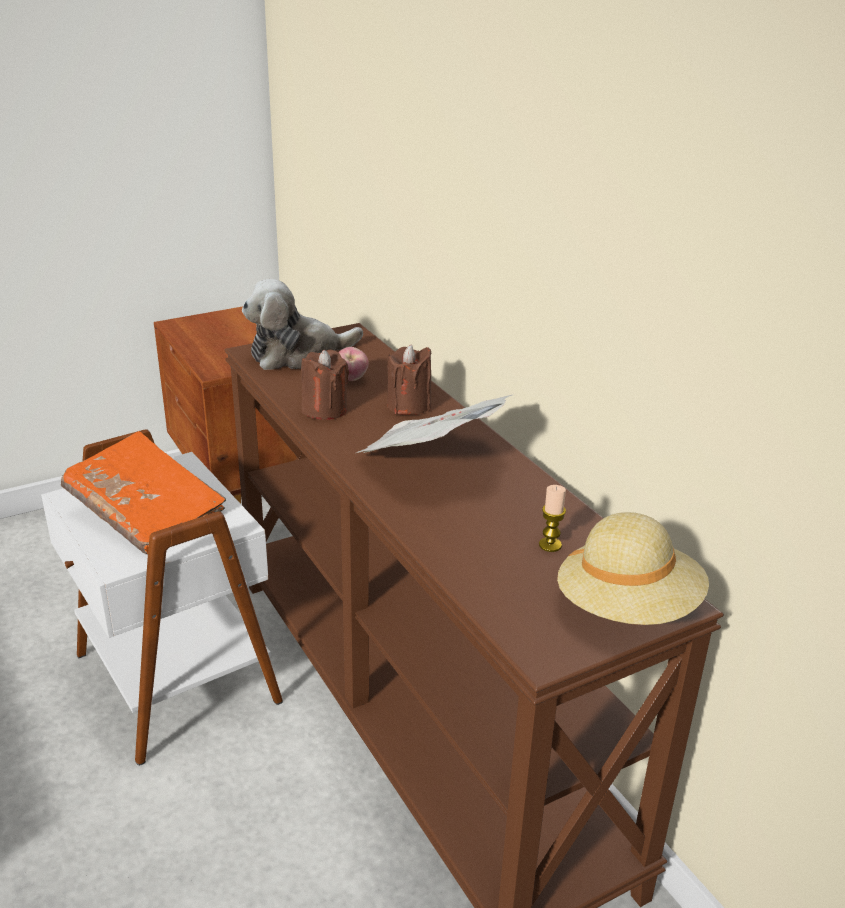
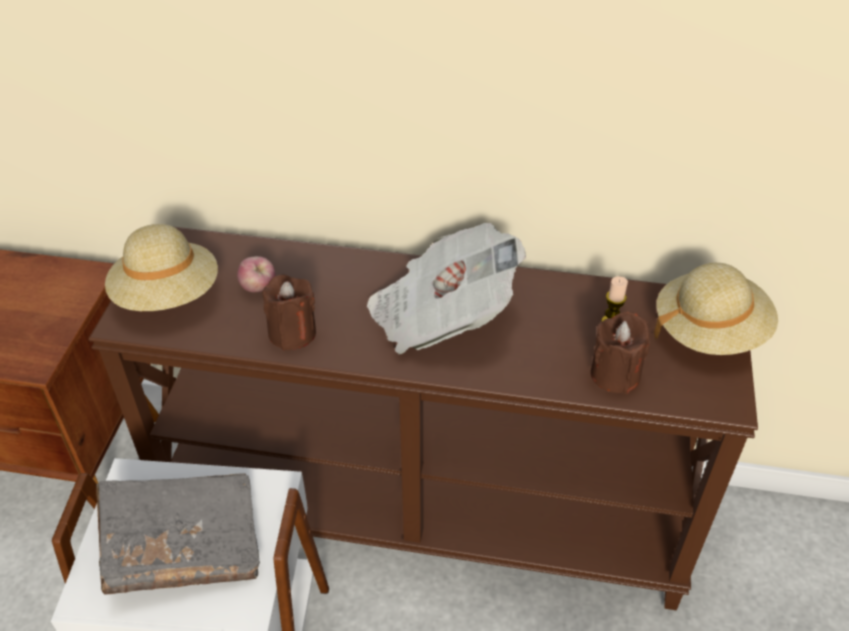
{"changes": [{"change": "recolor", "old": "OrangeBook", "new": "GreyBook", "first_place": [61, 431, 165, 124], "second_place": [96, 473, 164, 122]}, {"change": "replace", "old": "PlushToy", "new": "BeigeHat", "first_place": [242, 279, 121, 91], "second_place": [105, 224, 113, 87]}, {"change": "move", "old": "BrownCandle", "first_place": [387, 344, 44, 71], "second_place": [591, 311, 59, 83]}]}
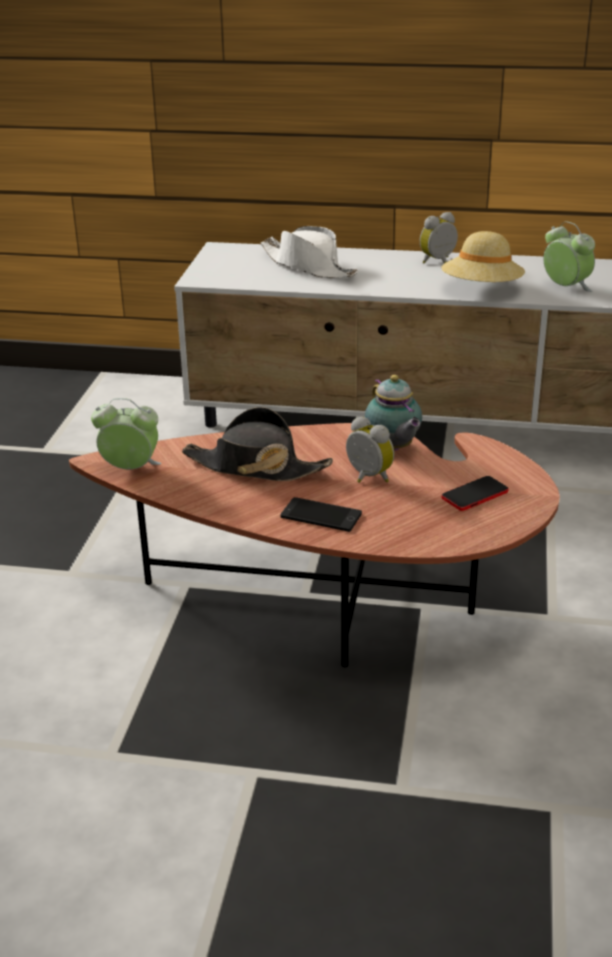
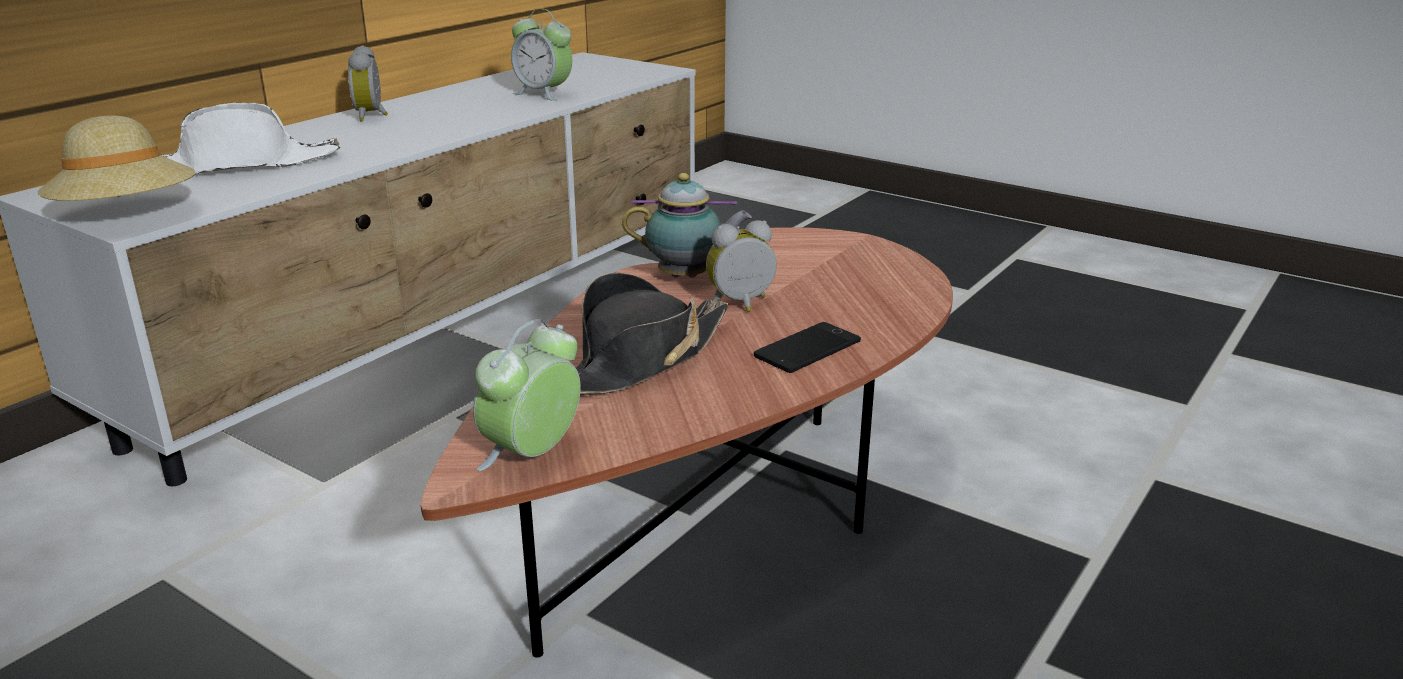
{"changes": [{"change": "move", "old": "BeigeHat", "first_place": [441, 231, 84, 51], "second_place": [38, 116, 157, 85]}, {"change": "rotate", "old": "AlarmClock", "first_place": [543, 221, 52, 71], "second_place": [511, 9, 61, 92], "degrees": -135}, {"change": "delete", "old": "Phone", "first_place": [442, 476, 67, 35]}]}
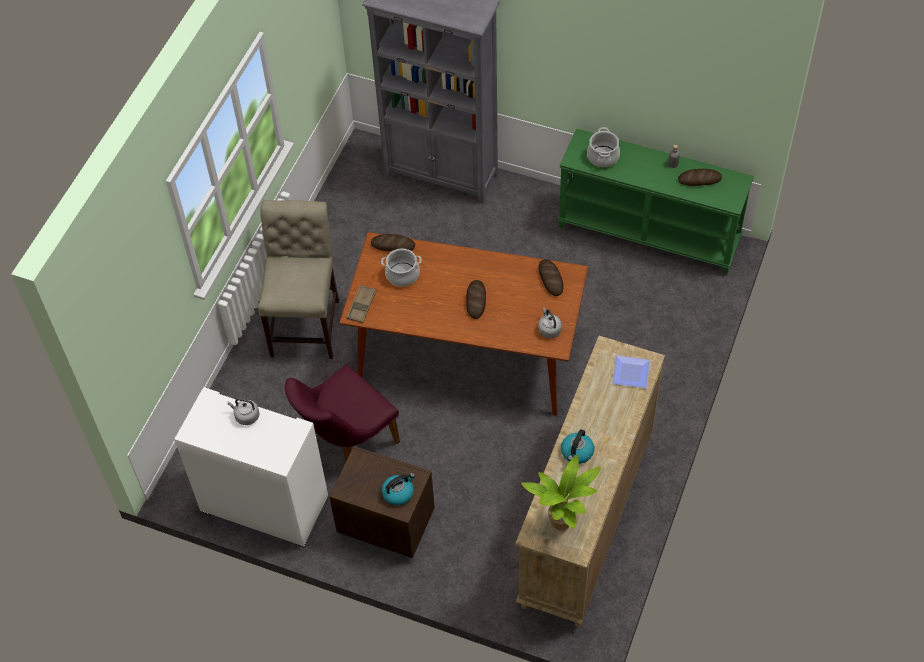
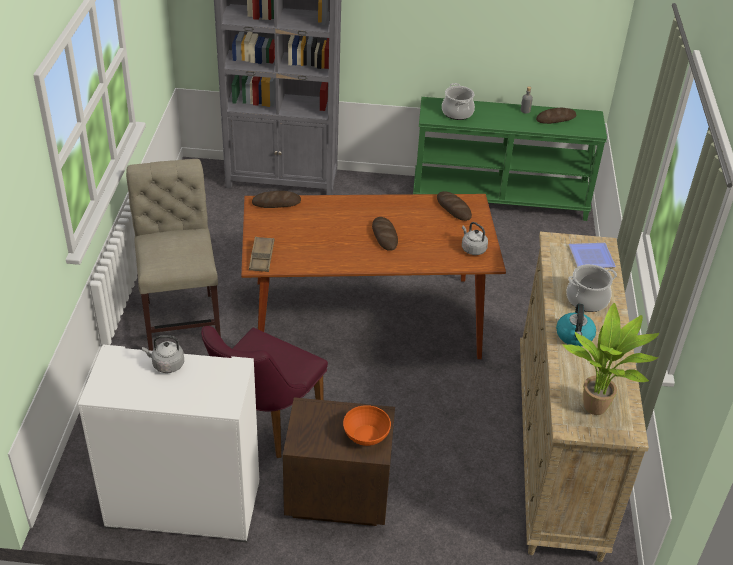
{"changes": [{"change": "replace", "old": "Kettle", "new": "OrangeBowl", "first_place": [382, 473, 33, 32], "second_place": [343, 405, 48, 41]}, {"change": "move", "old": "CookingPot", "first_place": [381, 248, 41, 39], "second_place": [566, 264, 51, 48]}]}
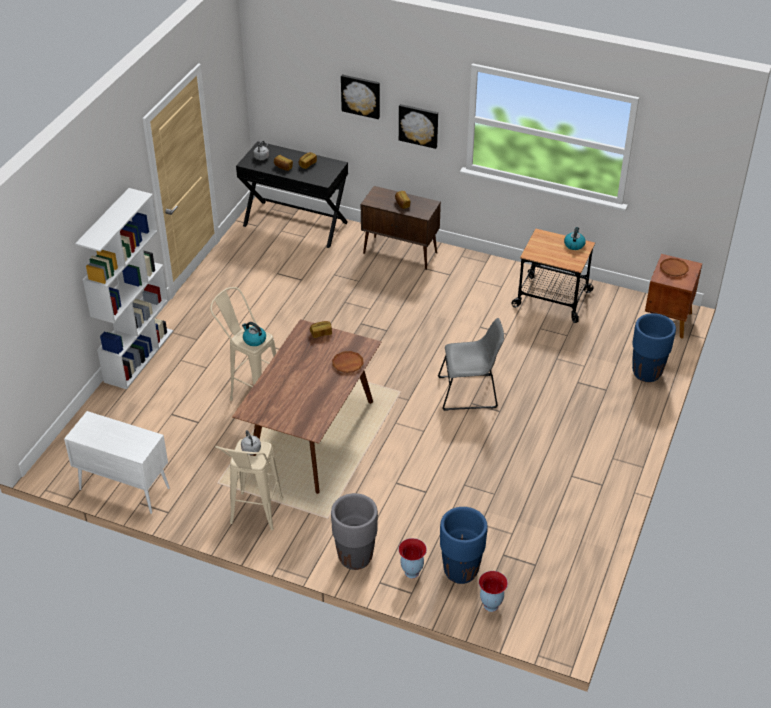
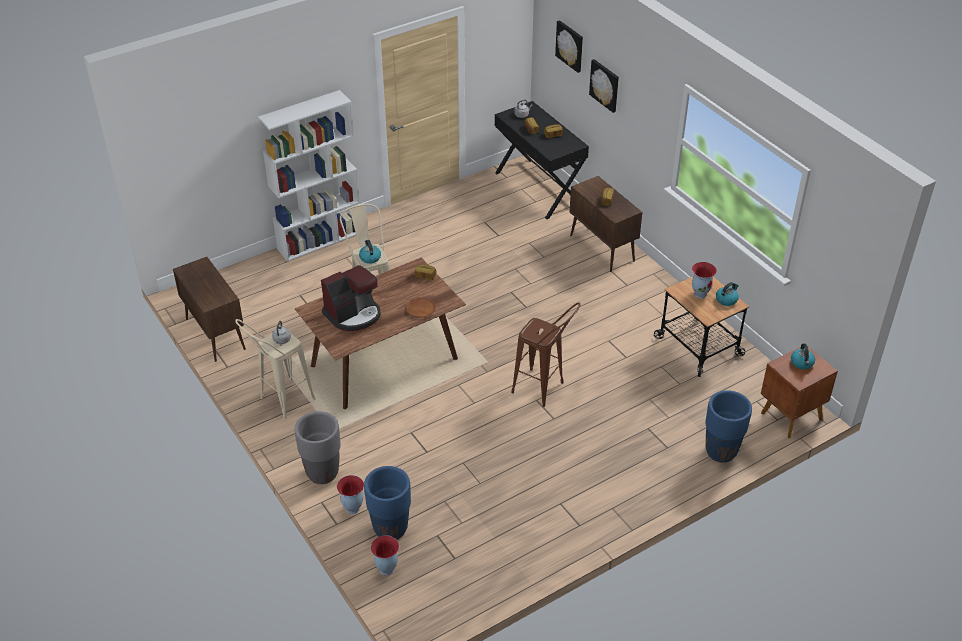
{"changes": [{"change": "recolor", "old": "WhiteCabinet", "new": "BrownCabinet", "first_place": [64, 411, 106, 103], "second_place": [173, 257, 73, 105]}, {"change": "insert", "new": "CoffeeMachine", "second_place": [321, 265, 60, 66]}, {"change": "replace", "old": "GreyChair", "new": "BrownStool", "first_place": [438, 318, 66, 93], "second_place": [511, 302, 69, 105]}, {"change": "move", "old": "Picture", "first_place": [399, 104, 39, 45], "second_place": [555, 20, 28, 53]}, {"change": "insert", "new": "Vase", "second_place": [692, 262, 25, 36]}, {"change": "replace", "old": "BrownPlate", "new": "Kettle", "first_place": [660, 258, 29, 18], "second_place": [791, 344, 24, 25]}]}
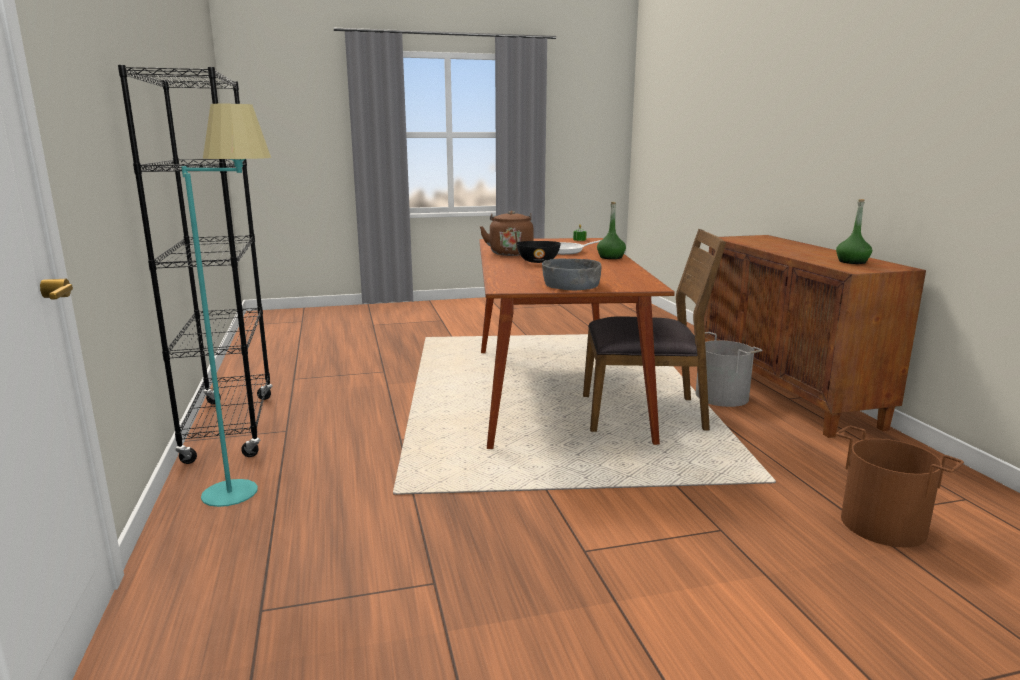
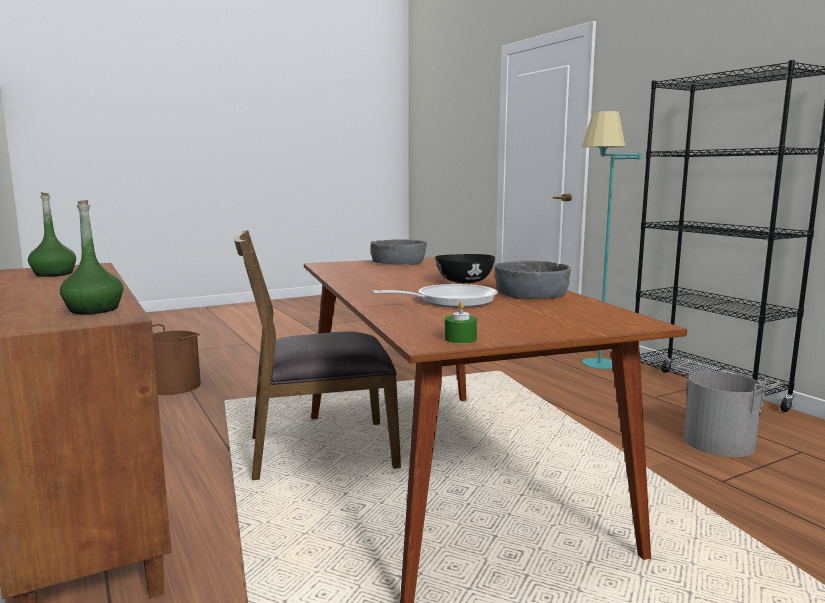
{"changes": [{"change": "move", "old": "GreenBottle", "first_place": [597, 202, 29, 57], "second_place": [60, 200, 64, 114]}, {"change": "replace", "old": "BrownKettle", "new": "GreyBowl", "first_place": [480, 211, 53, 45], "second_place": [495, 261, 75, 38]}, {"change": "move", "old": "GreyBucket", "first_place": [694, 332, 68, 75], "second_place": [677, 362, 103, 95]}]}
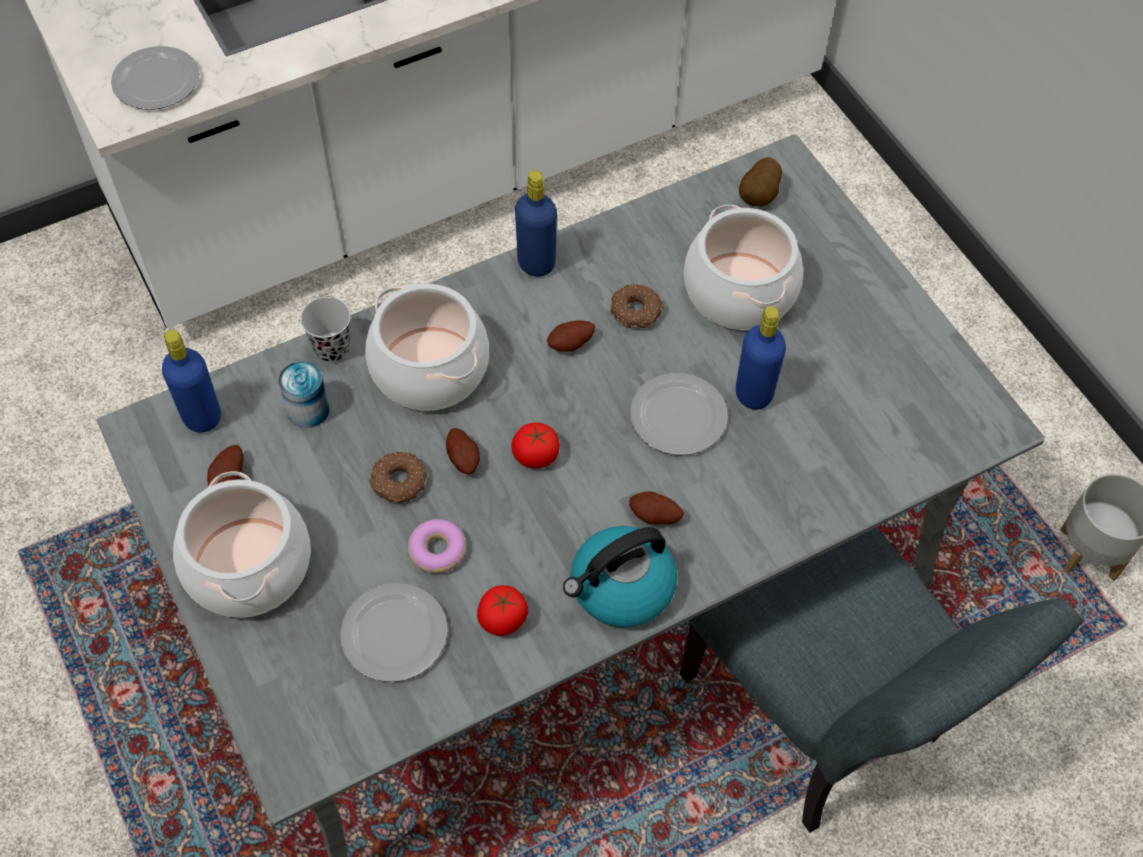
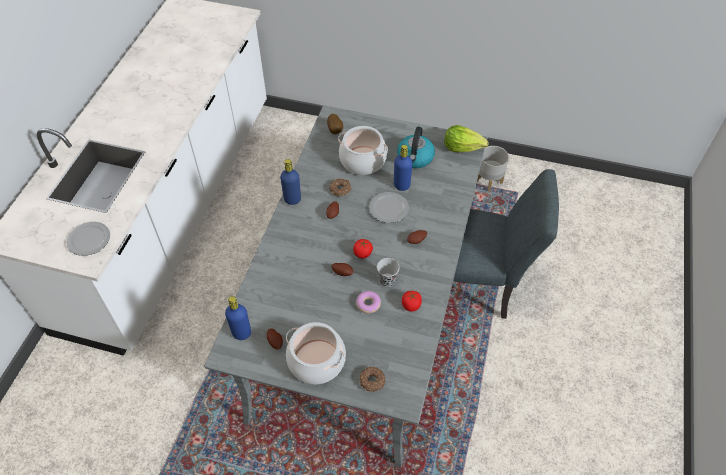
{"changes": [{"change": "move", "old": "Donut", "first_place": [369, 452, 58, 51], "second_place": [359, 367, 26, 25]}, {"change": "move", "old": "BlackCup", "first_place": [300, 297, 51, 66], "second_place": [377, 258, 22, 29]}, {"change": "move", "old": "Kettle", "first_place": [563, 526, 114, 102], "second_place": [397, 127, 38, 41]}, {"change": "insert", "new": "Lettuce", "second_place": [444, 125, 44, 27]}, {"change": "delete", "old": "Can", "first_place": [279, 361, 50, 67]}, {"change": "delete", "old": "Plate", "first_place": [340, 583, 108, 99]}, {"change": "delete", "old": "CookingPot", "first_place": [365, 284, 124, 127]}]}
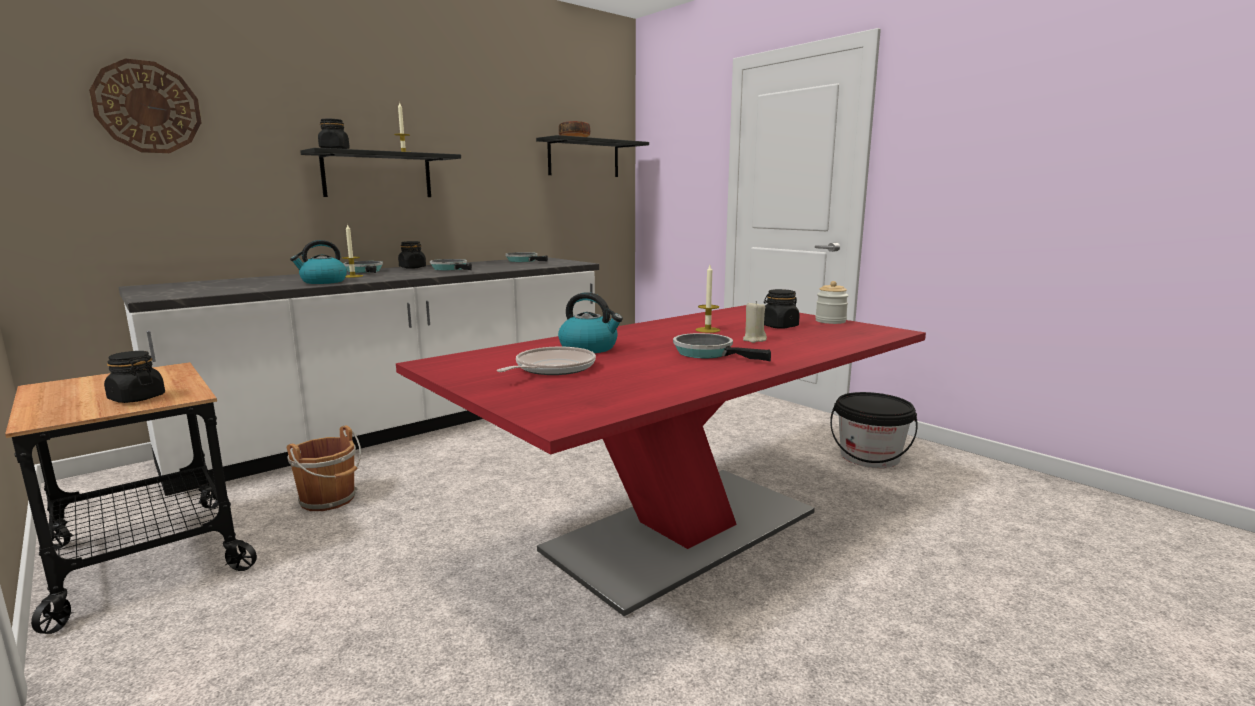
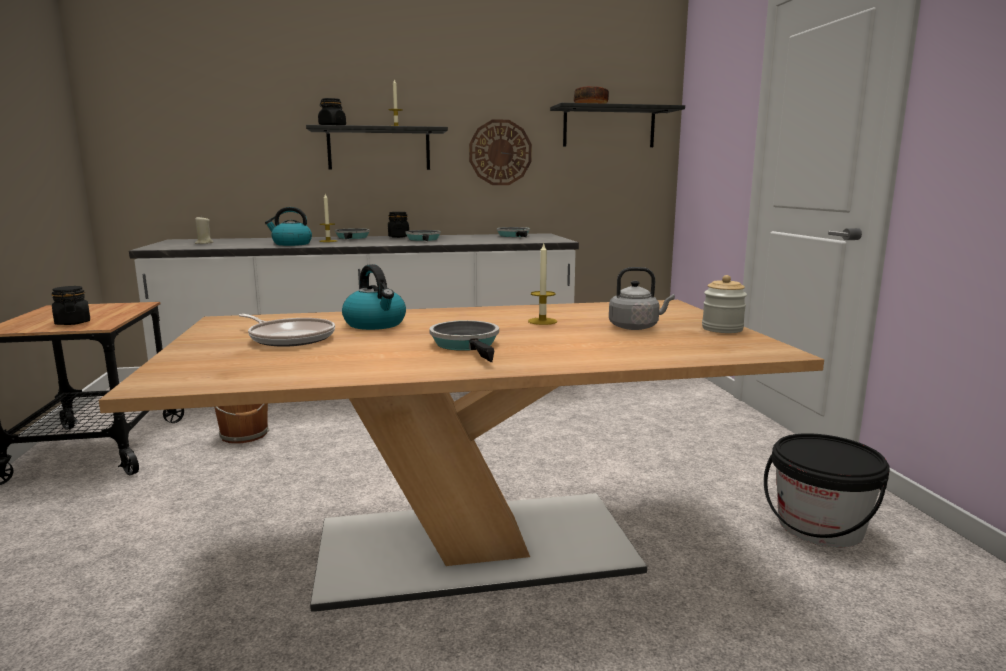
{"changes": [{"change": "recolor", "old": "RedDiningTable", "new": "BeigeDiningTable", "first_place": [396, 305, 530, 311], "second_place": [99, 300, 725, 312]}, {"change": "move", "old": "BeigeCandle", "first_place": [743, 301, 24, 42], "second_place": [195, 216, 18, 28]}, {"change": "rotate", "old": "FryingPan", "first_place": [497, 347, 99, 28], "second_place": [239, 314, 96, 33], "degrees": 60}, {"change": "move", "old": "WallClock", "first_place": [89, 58, 113, 95], "second_place": [469, 119, 63, 66]}, {"change": "replace", "old": "BlackJar", "new": "GreyKettle", "first_place": [764, 289, 36, 40], "second_place": [609, 267, 66, 63]}]}
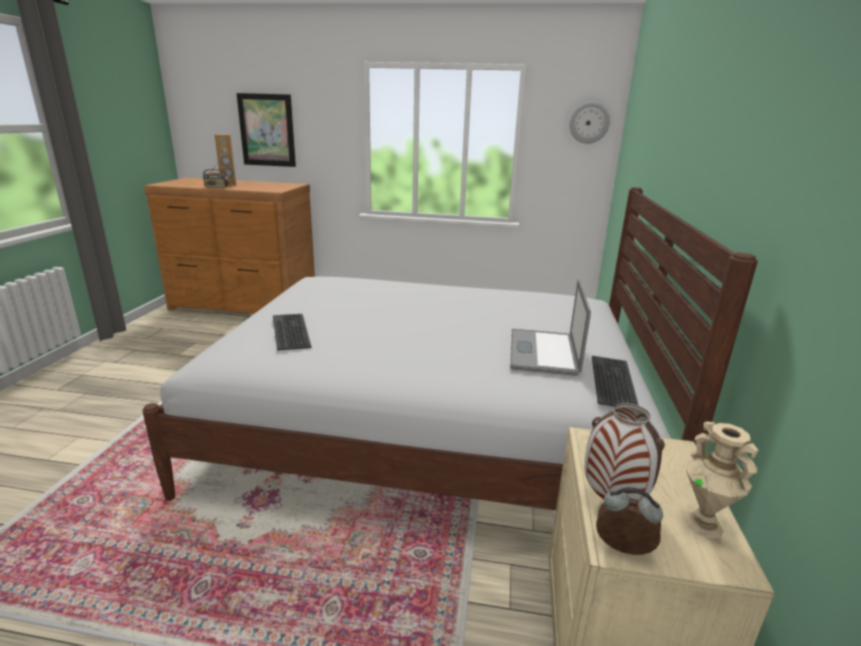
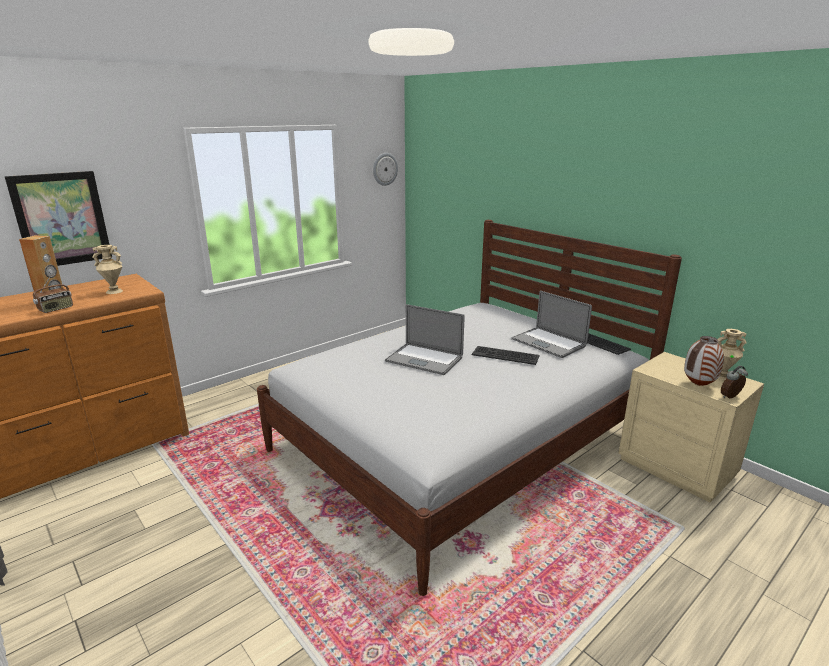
{"changes": [{"change": "insert", "new": "BeigeVase", "second_place": [92, 245, 31, 49]}, {"change": "insert", "new": "Laptop", "second_place": [385, 304, 80, 71]}, {"change": "move", "old": "Keyboard", "first_place": [273, 314, 39, 37], "second_place": [472, 346, 68, 19]}]}
